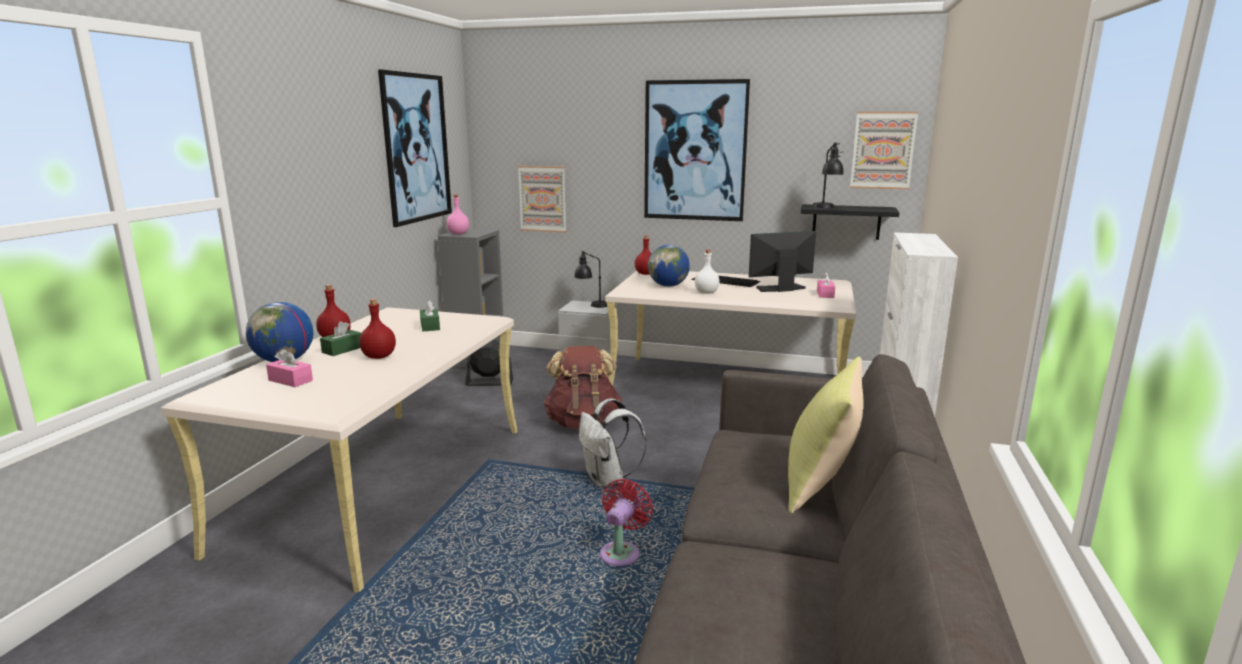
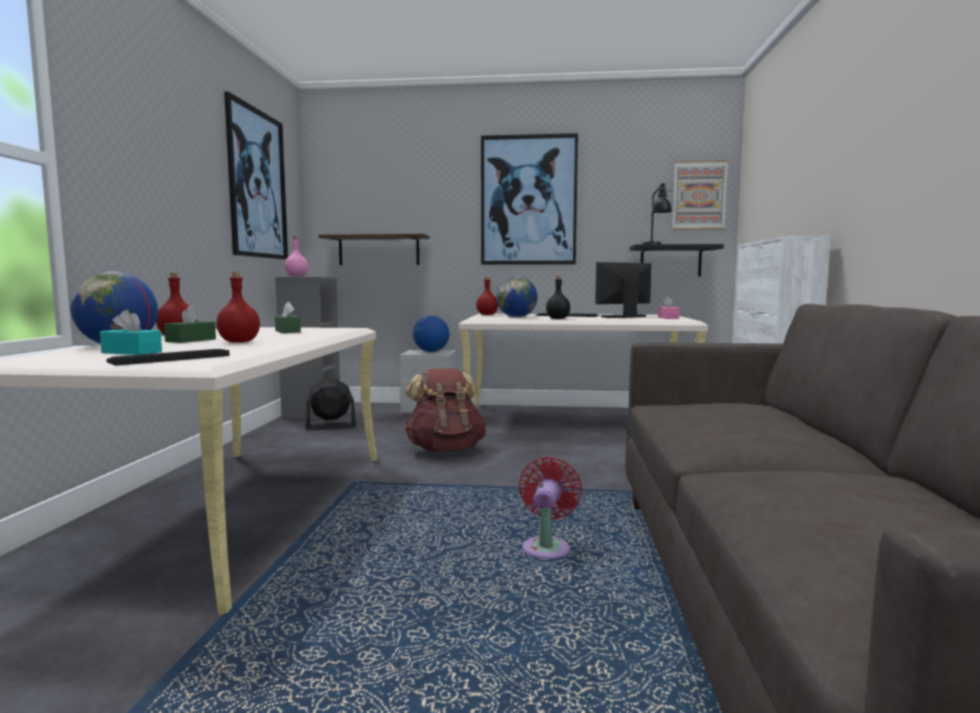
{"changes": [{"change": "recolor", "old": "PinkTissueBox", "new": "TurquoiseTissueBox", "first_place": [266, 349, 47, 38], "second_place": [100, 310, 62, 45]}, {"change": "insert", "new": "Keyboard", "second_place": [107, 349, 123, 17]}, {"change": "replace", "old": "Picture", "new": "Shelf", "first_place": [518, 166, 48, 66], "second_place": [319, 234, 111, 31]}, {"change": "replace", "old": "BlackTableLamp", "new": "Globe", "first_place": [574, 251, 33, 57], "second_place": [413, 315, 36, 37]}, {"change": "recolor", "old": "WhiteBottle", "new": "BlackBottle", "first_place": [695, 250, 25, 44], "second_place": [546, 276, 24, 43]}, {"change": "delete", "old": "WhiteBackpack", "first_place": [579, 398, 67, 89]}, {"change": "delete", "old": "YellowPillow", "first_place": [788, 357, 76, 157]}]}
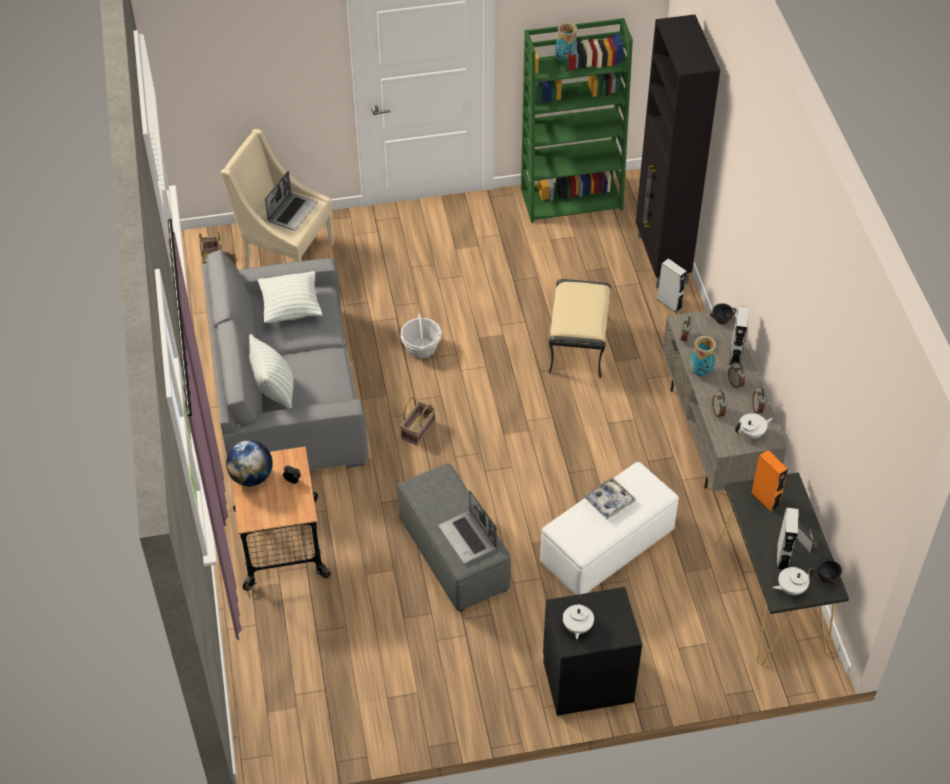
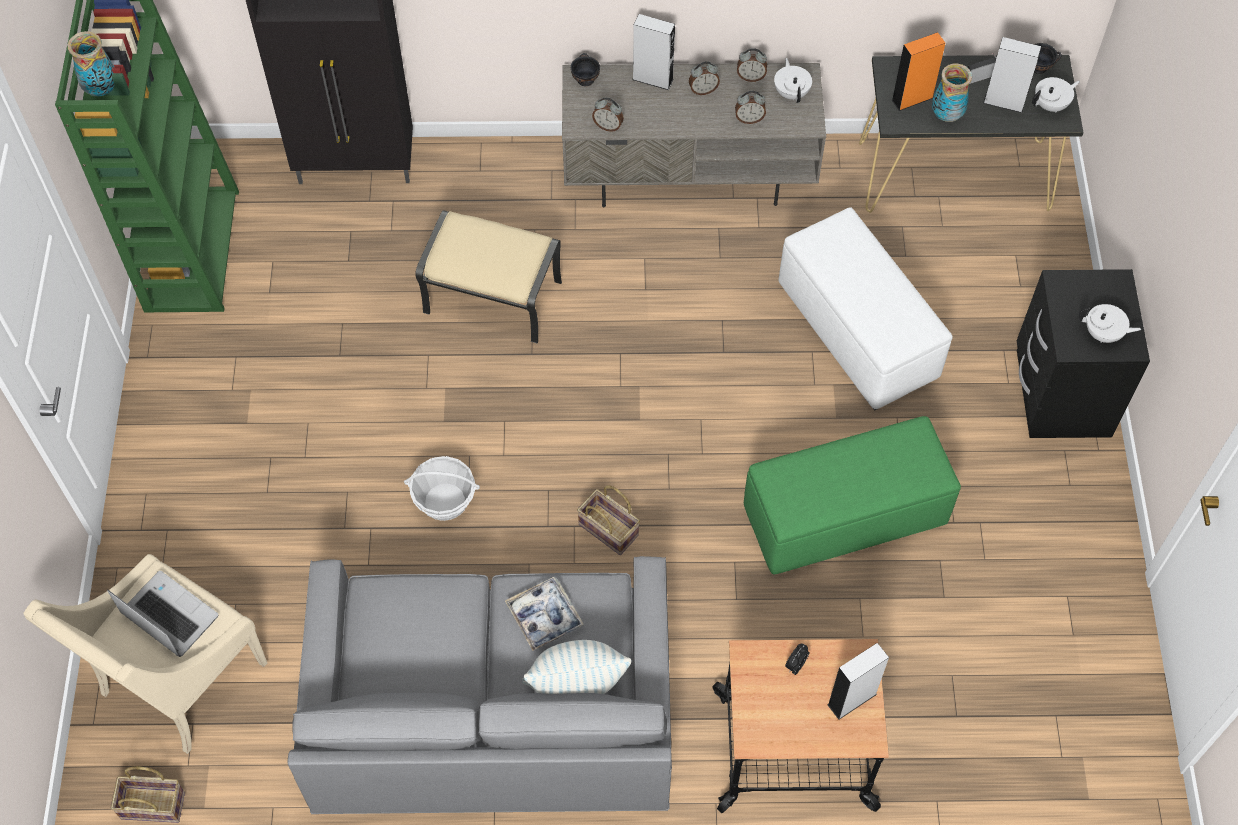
{"changes": [{"change": "move", "old": "Tray", "first_place": [583, 477, 53, 43], "second_place": [505, 577, 79, 74]}, {"change": "recolor", "old": "GreyOttoman", "new": "GreenOttoman", "first_place": [397, 463, 114, 149], "second_place": [744, 416, 217, 158]}, {"change": "move", "old": "GreySpeaker", "first_place": [657, 258, 30, 55], "second_place": [827, 643, 62, 77]}, {"change": "move", "old": "Vase", "first_place": [690, 336, 26, 41], "second_place": [932, 64, 40, 58]}, {"change": "rotate", "old": "WhiteTeapot", "first_place": [773, 567, 41, 28], "second_place": [1032, 77, 48, 35], "degrees": -105}, {"change": "delete", "old": "Globe", "first_place": [226, 440, 47, 46]}, {"change": "delete", "old": "Pillow", "first_place": [258, 271, 64, 52]}, {"change": "delete", "old": "Laptop", "first_place": [438, 490, 59, 73]}]}
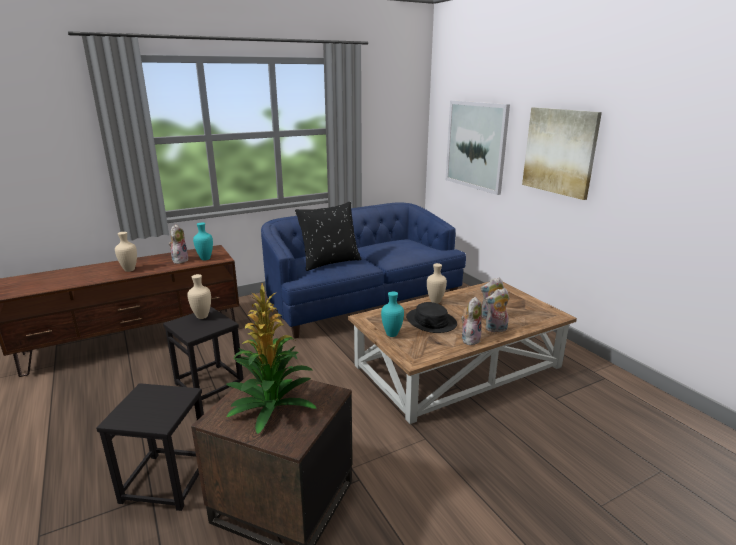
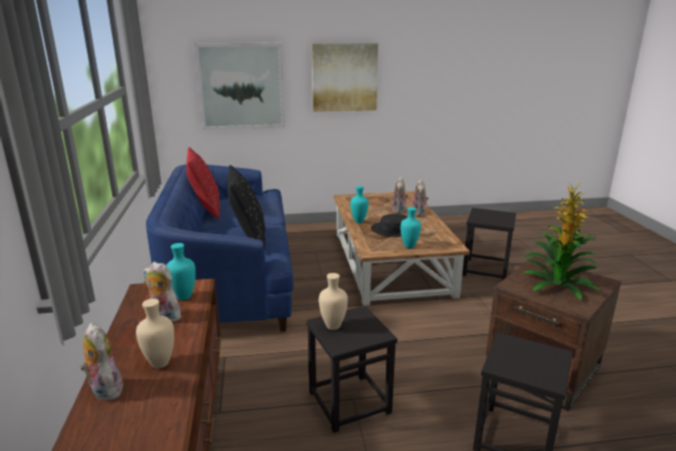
{"changes": [{"change": "move", "old": "PlushToy", "first_place": [461, 296, 21, 49], "second_place": [80, 323, 44, 78]}, {"change": "insert", "new": "RedPillow", "second_place": [186, 147, 34, 72]}, {"change": "recolor", "old": "BeigeVase", "new": "TurquoiseVase", "first_place": [427, 263, 20, 40], "second_place": [350, 186, 18, 37]}, {"change": "insert", "new": "BlackStool", "second_place": [462, 208, 54, 72]}]}
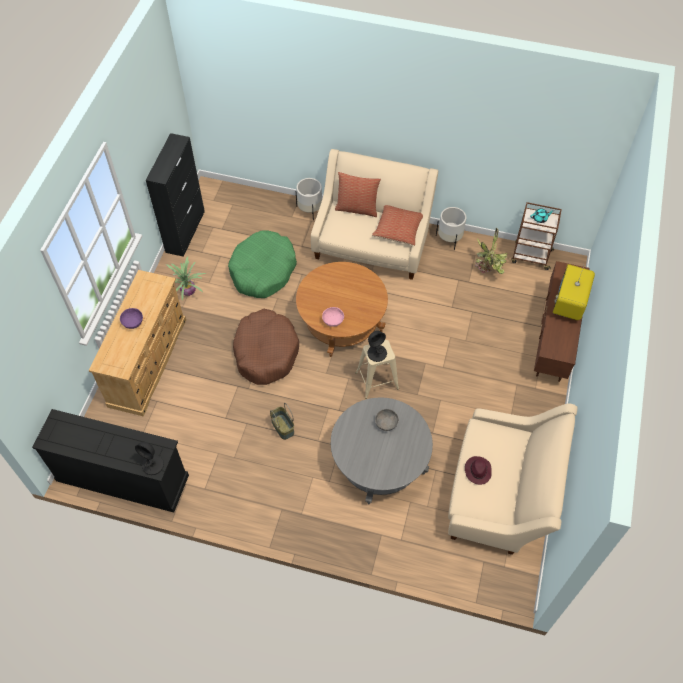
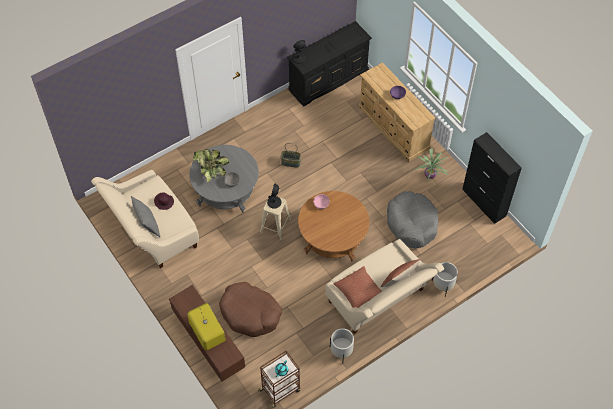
{"changes": [{"change": "insert", "new": "GreyPillow", "second_place": [131, 196, 29, 41]}, {"change": "move", "old": "PottedPlant", "first_place": [475, 228, 33, 46], "second_place": [193, 149, 36, 33]}, {"change": "move", "old": "BrownDogBed", "first_place": [233, 309, 66, 76], "second_place": [219, 282, 63, 55]}, {"change": "recolor", "old": "GreenDogBed", "new": "GreyDogBed", "first_place": [228, 230, 69, 68], "second_place": [387, 191, 51, 58]}]}
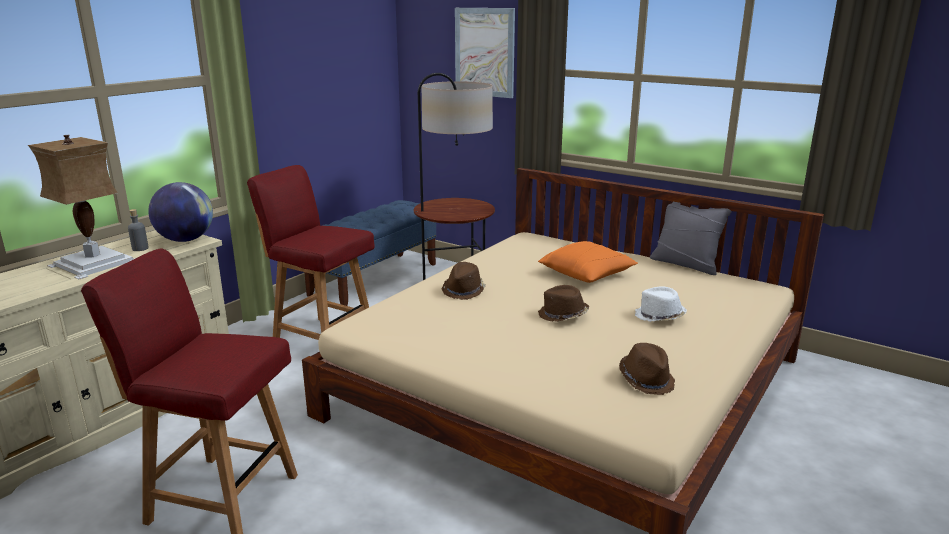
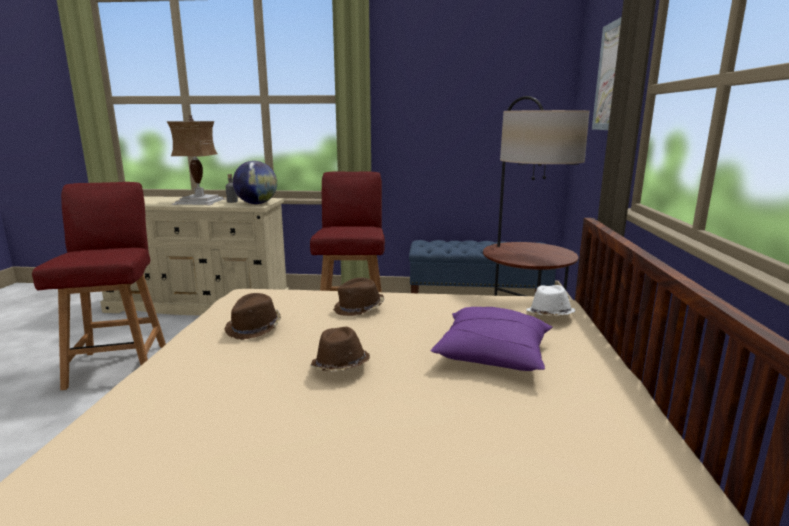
{"changes": [{"change": "move", "old": "BrownHat", "first_place": [619, 343, 56, 52], "second_place": [224, 293, 57, 47]}, {"change": "recolor", "old": "OrangePillow", "new": "PurplePillow", "first_place": [538, 241, 100, 42], "second_place": [431, 307, 121, 64]}, {"change": "move", "old": "WhiteHat", "first_place": [635, 286, 52, 36], "second_place": [526, 285, 49, 31]}, {"change": "delete", "old": "GreyPillow", "first_place": [650, 202, 82, 73]}]}
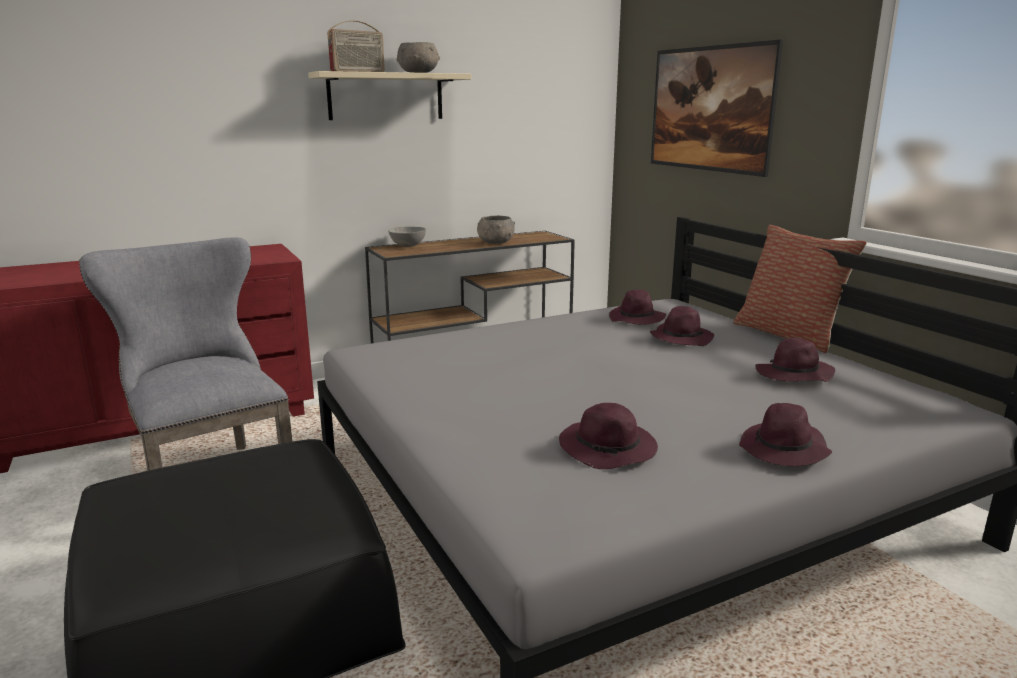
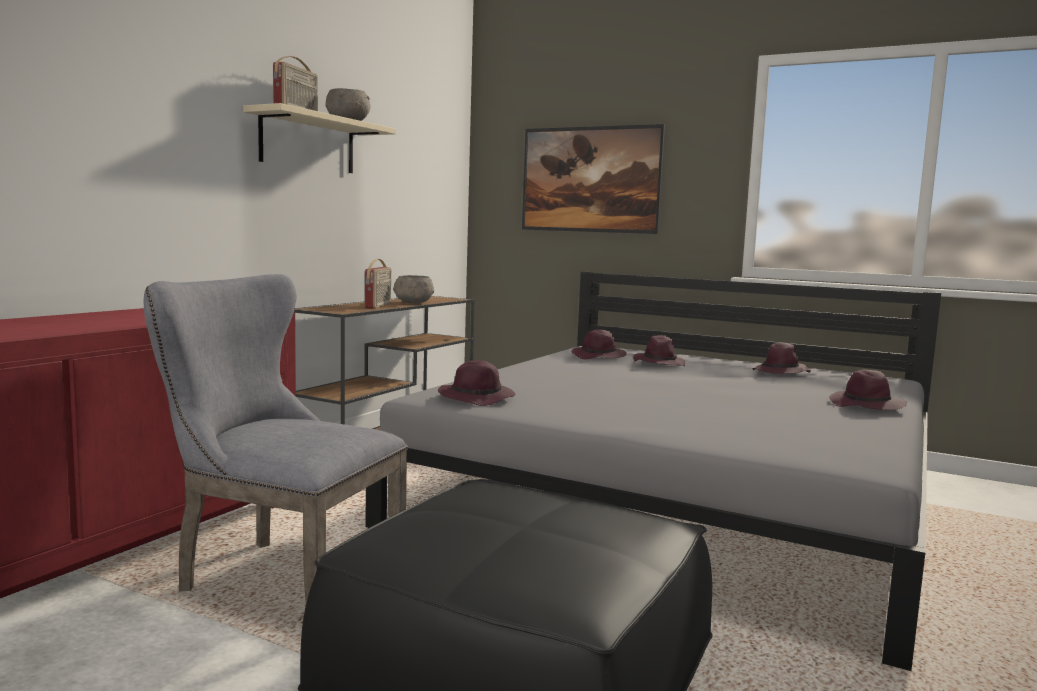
{"changes": [{"change": "insert", "new": "Radio", "second_place": [365, 259, 26, 50]}, {"change": "move", "old": "PurpleHat", "first_place": [559, 403, 99, 66], "second_place": [438, 360, 78, 46]}, {"change": "delete", "old": "GreyBowl", "first_place": [388, 226, 38, 21]}, {"change": "delete", "old": "Pillow", "first_place": [734, 225, 133, 128]}]}
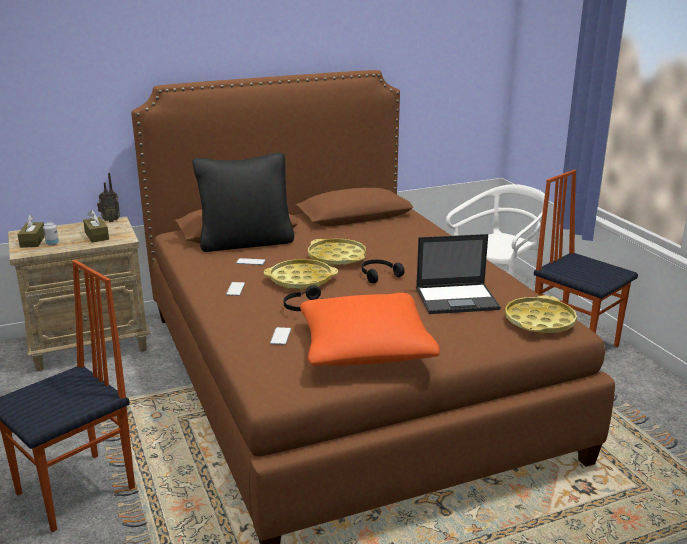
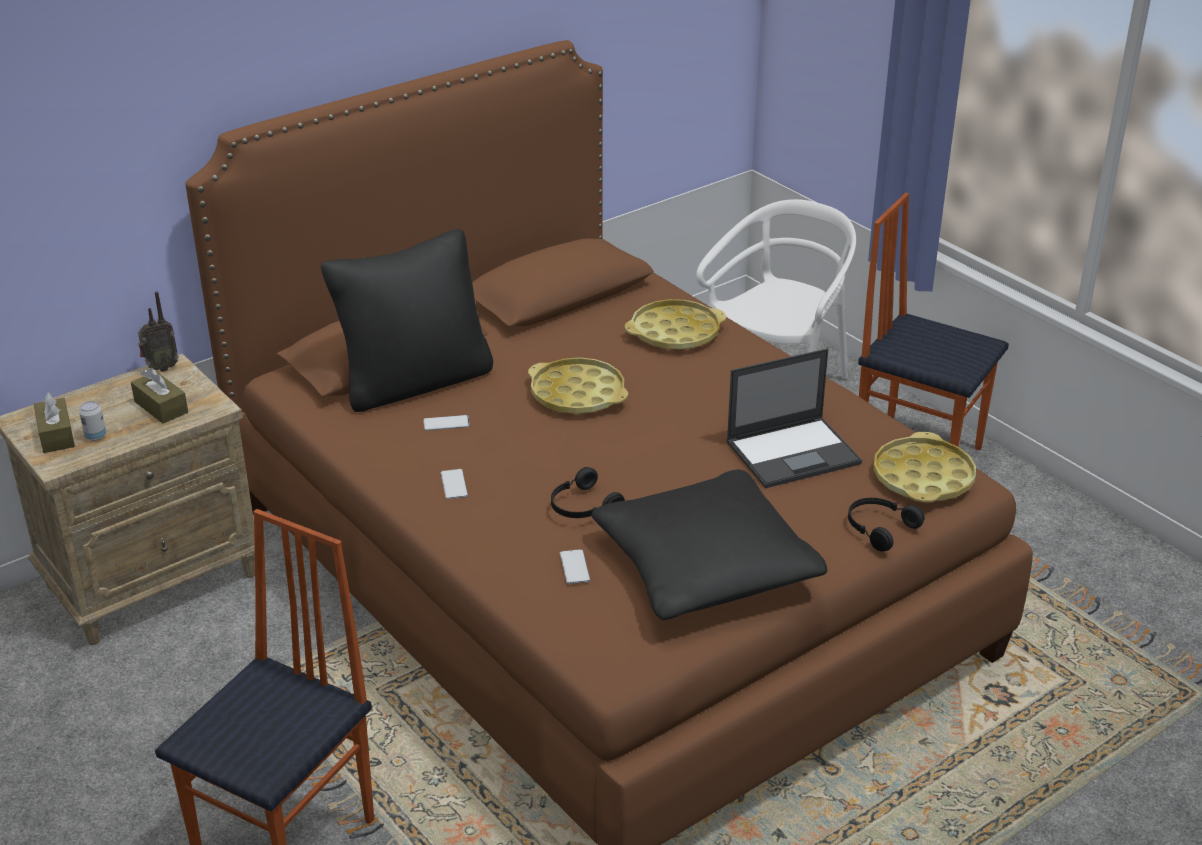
{"changes": [{"change": "recolor", "old": "OrangePillow", "new": "BlackPillow", "first_place": [300, 293, 140, 73], "second_place": [591, 470, 236, 150]}, {"change": "move", "old": "YellowTray", "first_place": [264, 259, 74, 31], "second_place": [625, 299, 101, 50]}, {"change": "move", "old": "BlackHeadphones", "first_place": [362, 260, 42, 23], "second_place": [848, 498, 77, 53]}]}
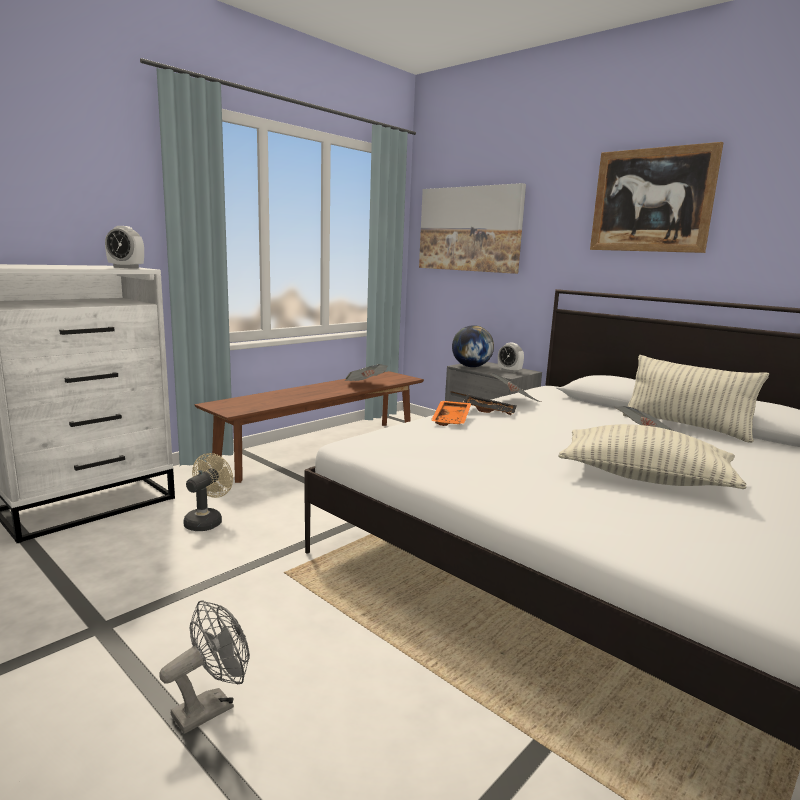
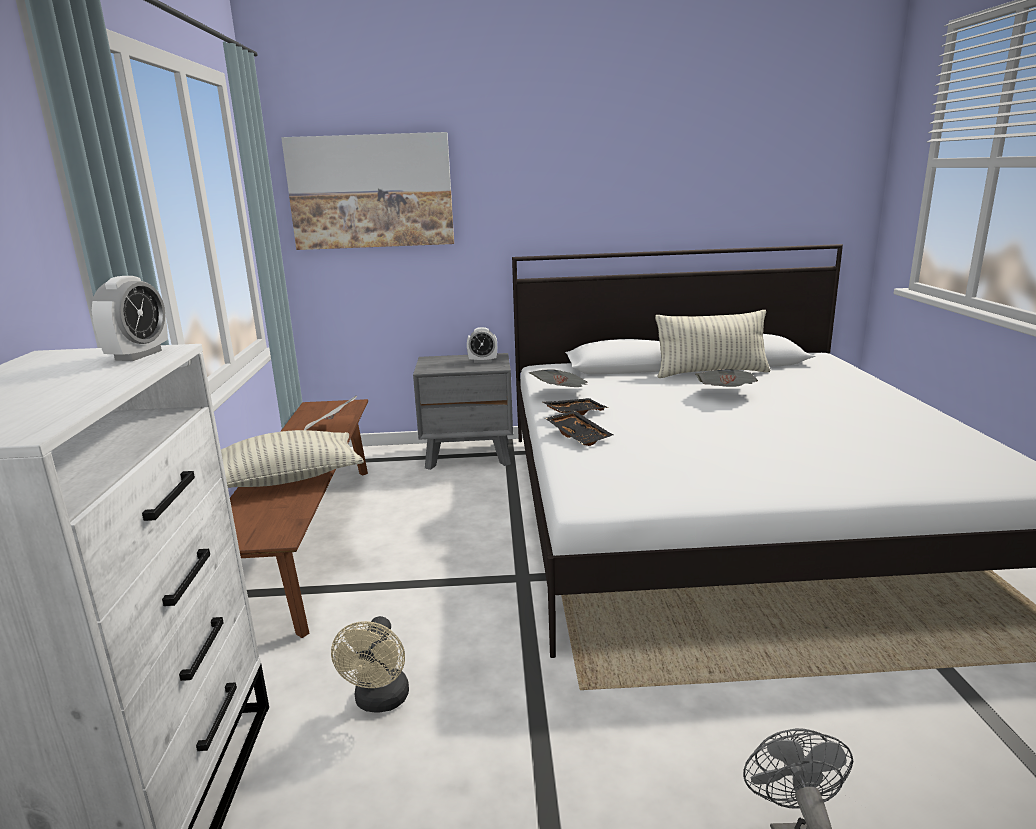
{"changes": [{"change": "rotate", "old": "AlarmClock", "first_place": [105, 226, 39, 43], "second_place": [91, 276, 77, 85], "degrees": -45}, {"change": "move", "old": "Pillow", "first_place": [558, 424, 189, 65], "second_place": [221, 430, 143, 58]}, {"change": "rotate", "old": "BeigeFan", "first_place": [183, 453, 50, 78], "second_place": [331, 616, 78, 97], "degrees": -150}, {"change": "recolor", "old": "OrangeTray", "new": "BlackTray", "first_place": [431, 401, 41, 25], "second_place": [545, 411, 68, 35]}, {"change": "delete", "old": "Globe", "first_place": [452, 325, 42, 42]}, {"change": "delete", "old": "Picture", "first_place": [590, 142, 134, 111]}]}
